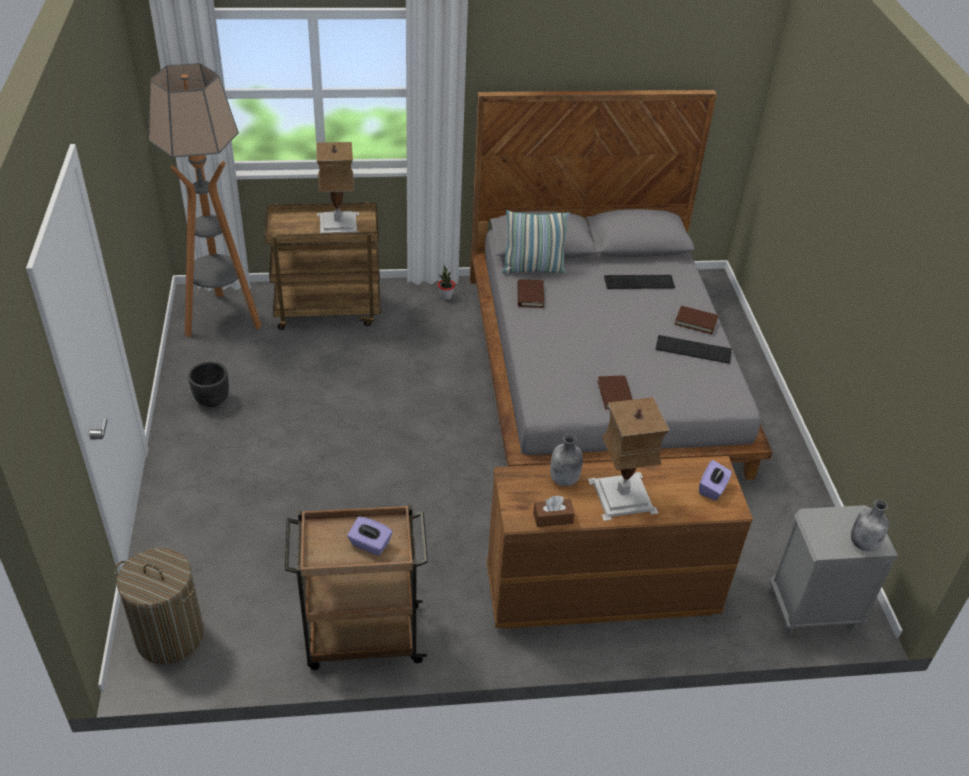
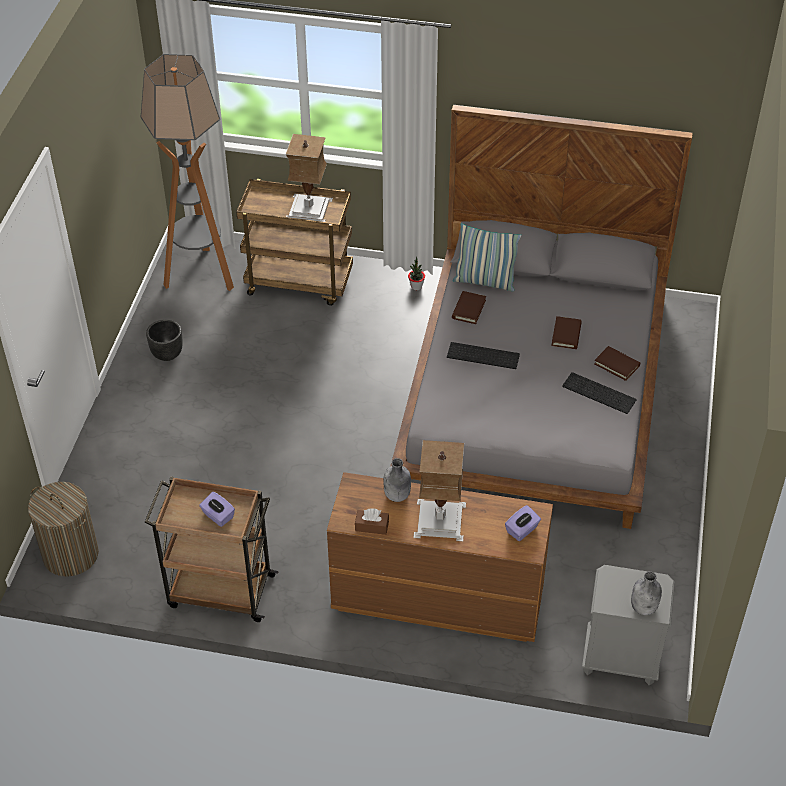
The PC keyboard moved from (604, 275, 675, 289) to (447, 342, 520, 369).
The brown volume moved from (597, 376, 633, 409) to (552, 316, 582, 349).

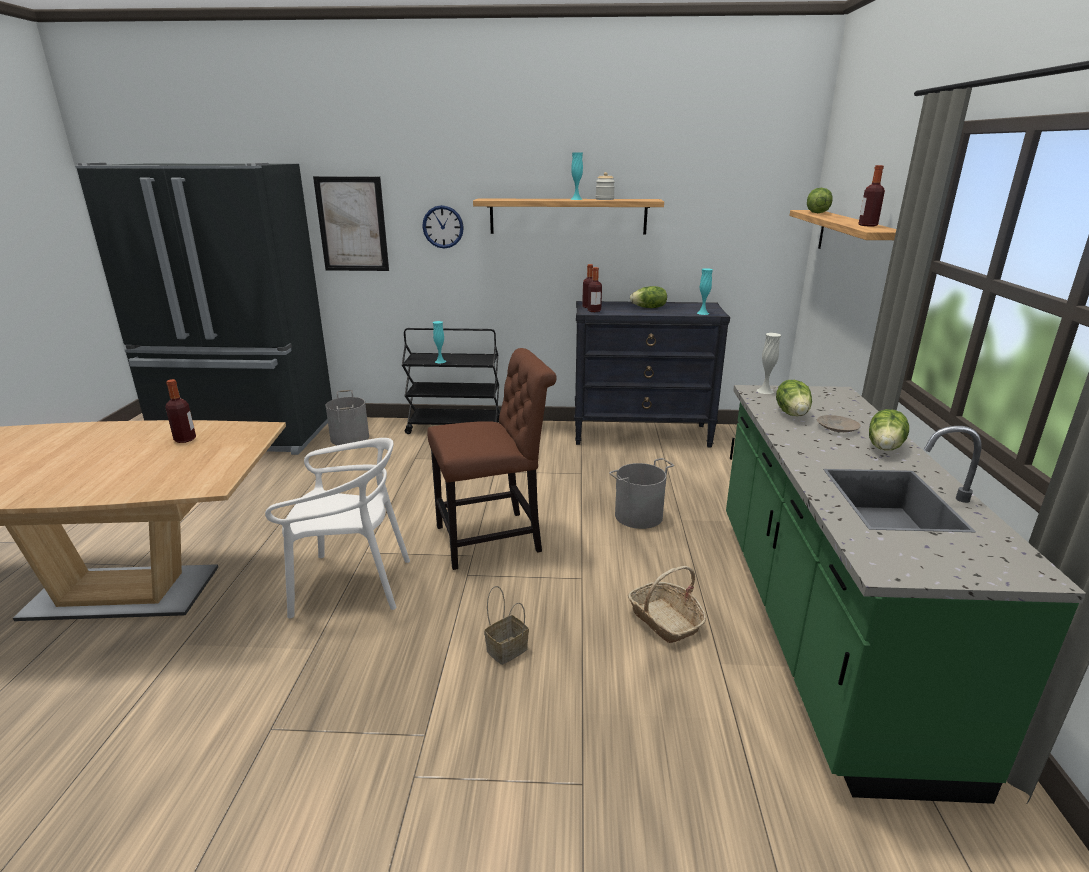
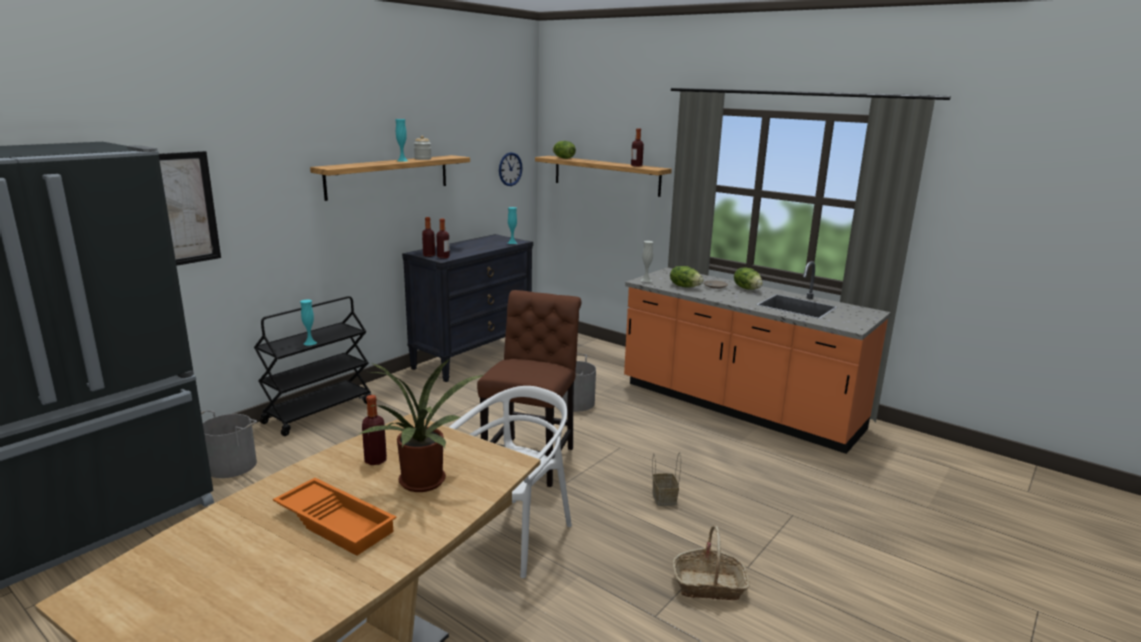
The clock on the wall moved from (422, 205, 464, 249) to (499, 152, 522, 186).
The lettuce at (630, 286, 667, 308) disappeared.
The green-coloured kitchen counter at (726, 385, 1086, 804) became the orange kitchen counter at (624, 261, 891, 454).
The household basket moved from (628, 566, 706, 643) to (673, 526, 750, 600).
The houseplant at (360, 359, 484, 492) appeared.
The orange serving tray at (273, 478, 396, 556) appeared.

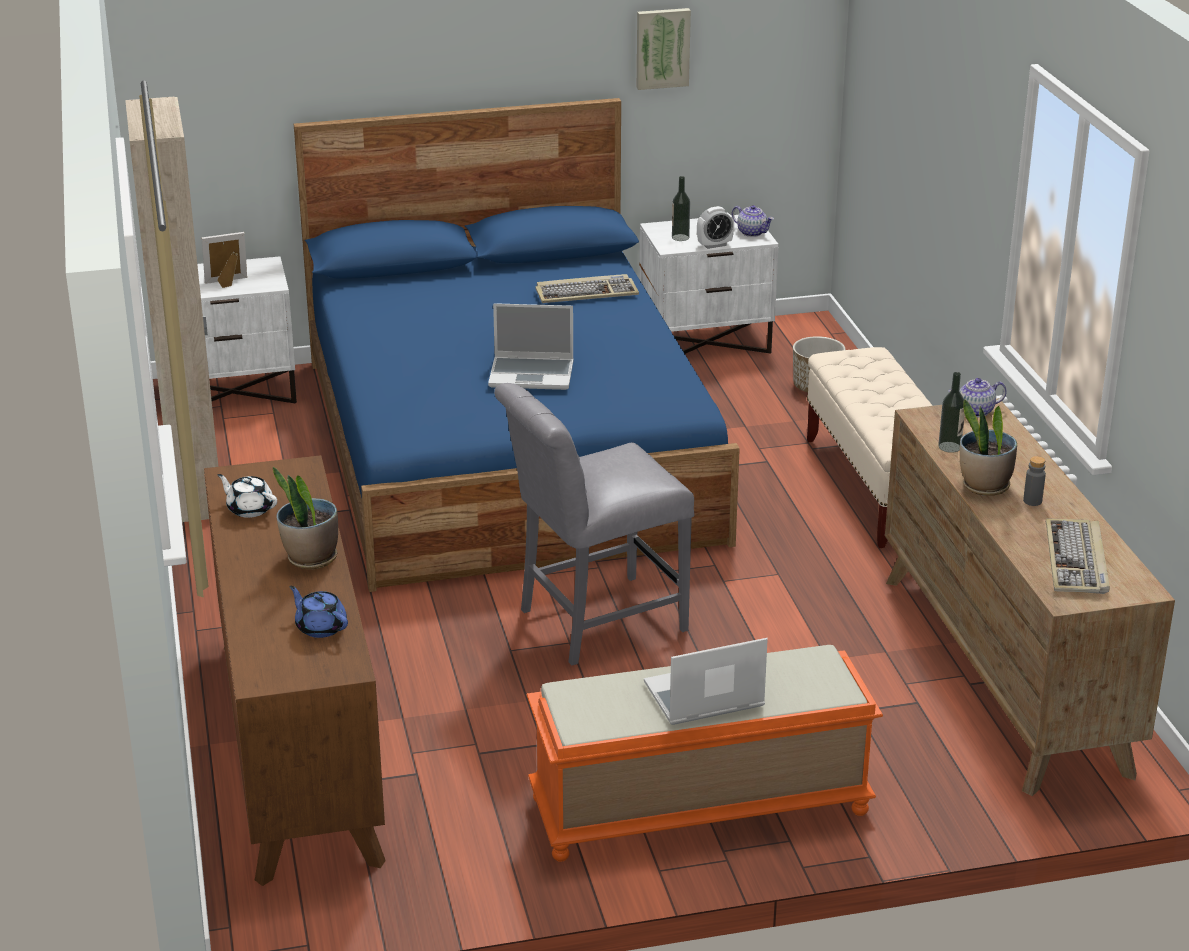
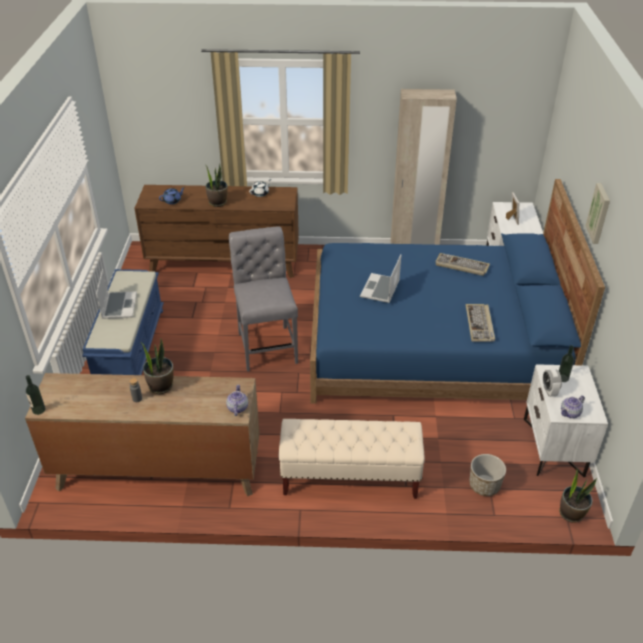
The picture moved from (637, 8, 691, 90) to (585, 183, 610, 244).
The bottle moved from (938, 372, 965, 453) to (25, 375, 45, 415).
The PC keyboard moved from (1046, 519, 1110, 594) to (435, 253, 490, 276).
The orange long seat at (526, 645, 883, 862) became the bluish long seat at (82, 269, 164, 375).
The houseplant at (559, 468, 597, 523) appeared.

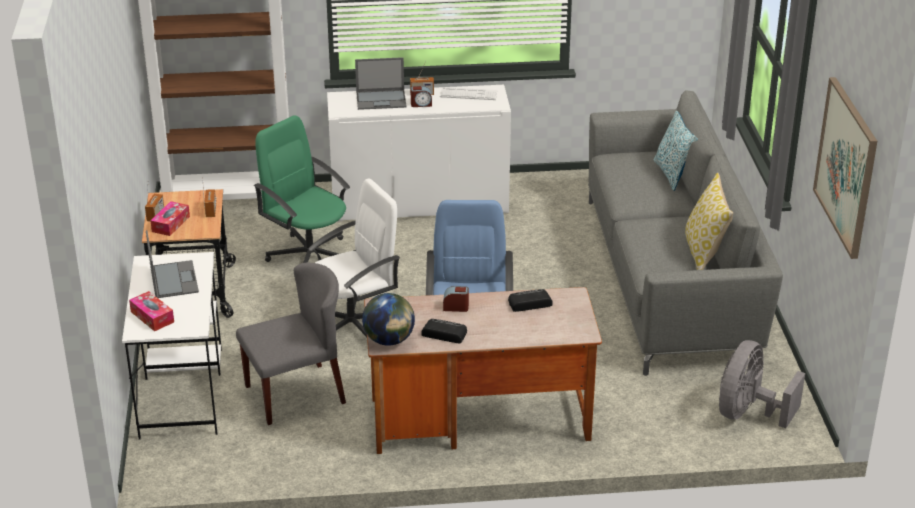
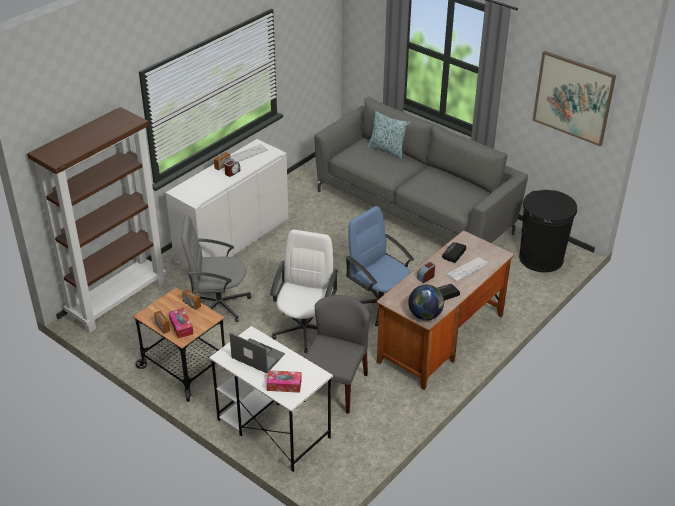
The portable computer at (355, 57, 407, 110) disappeared.
The green-coloured desk chair at (254, 115, 350, 263) became the grey desk chair at (181, 215, 251, 322).
The cushion at (685, 173, 733, 270) disappeared.
The grey cooling fan at (719, 340, 805, 428) was replaced by the black-coloured rubbish bin at (519, 190, 577, 272).
The PC keyboard at (446, 257, 489, 281) appeared.

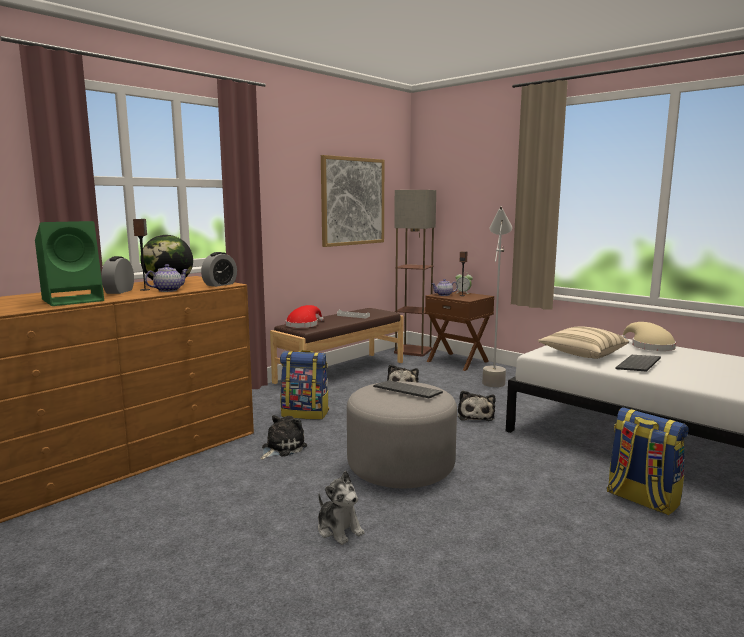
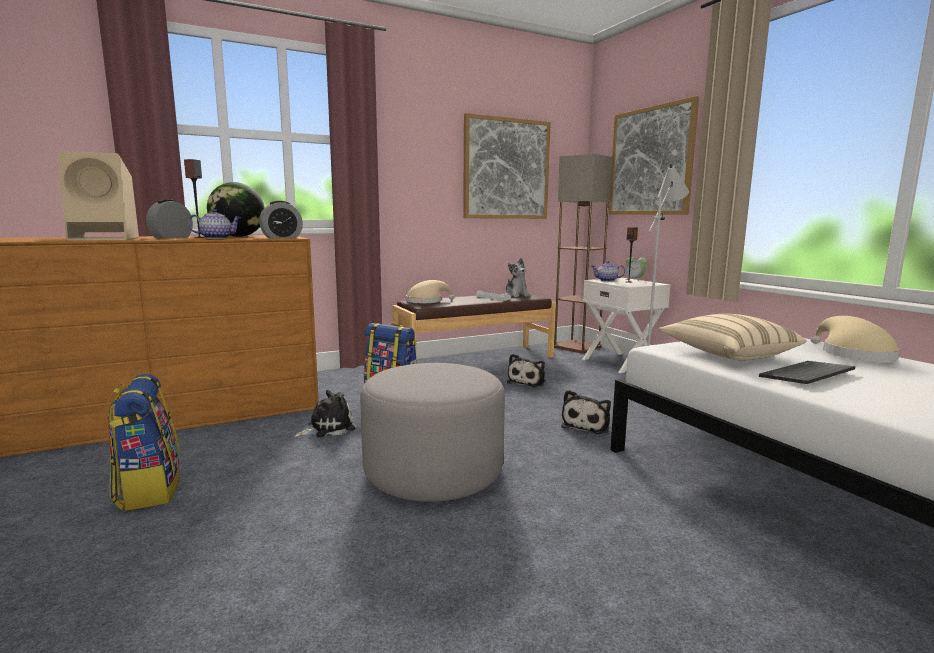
The green-coloured speaker at (35, 221, 104, 306) became the sand-coloured speaker at (58, 151, 139, 241).
The brown bedside table at (425, 291, 494, 371) became the white-coloured bedside table at (583, 278, 671, 373).
The reddish clothing hat at (286, 305, 324, 328) became the sand-coloured clothing hat at (406, 280, 454, 303).
The PC keyboard at (373, 380, 443, 398) disappeared.
The knapsack moved from (607, 407, 689, 516) to (108, 374, 181, 511).
The plush toy moved from (318, 471, 365, 545) to (505, 258, 530, 297).
The picture at (609, 96, 699, 215) appeared.

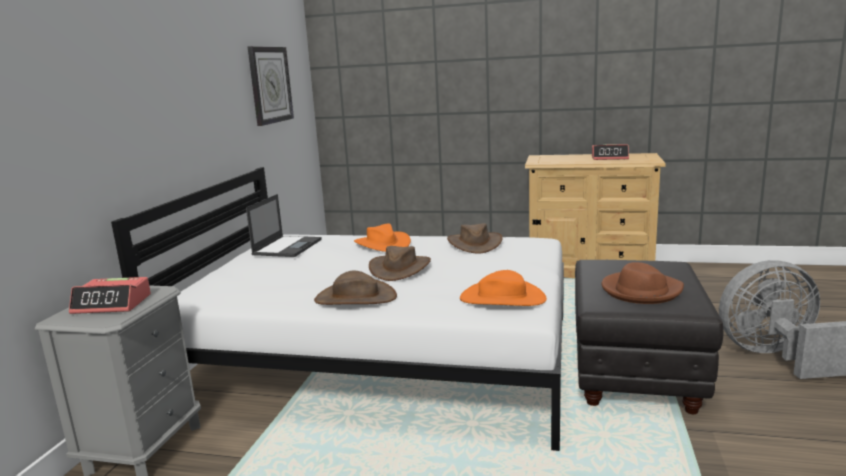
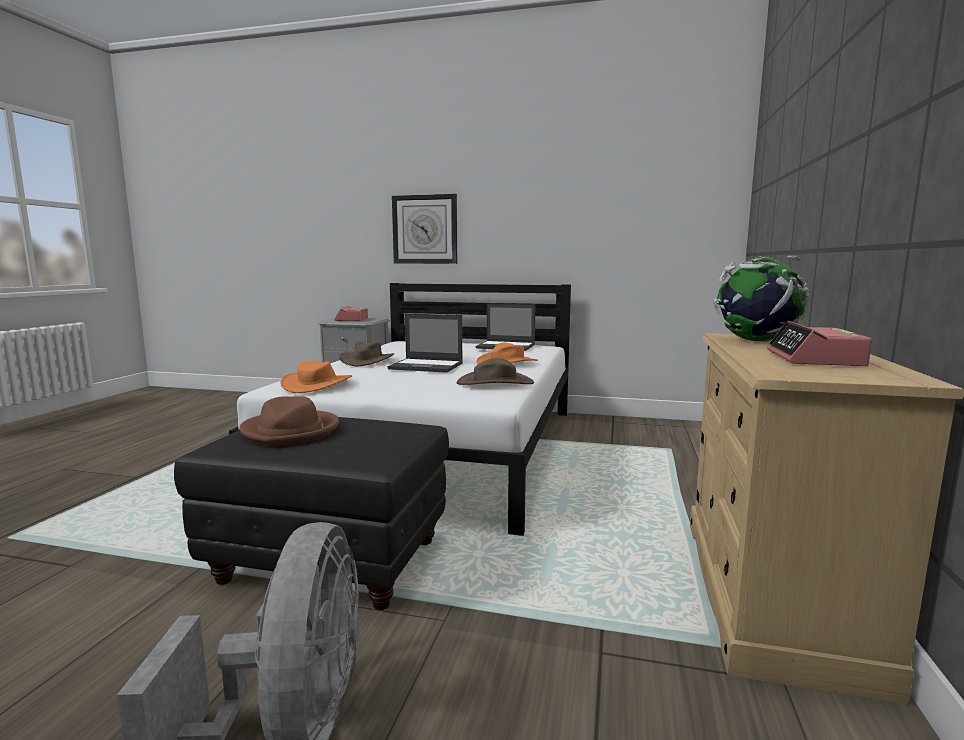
The clock on the wall moved from (248, 46, 294, 126) to (392, 194, 457, 264).
The brown clothing hat at (369, 246, 431, 281) was replaced by the portable computer at (387, 314, 463, 373).
The desk globe at (713, 256, 809, 342) appeared.

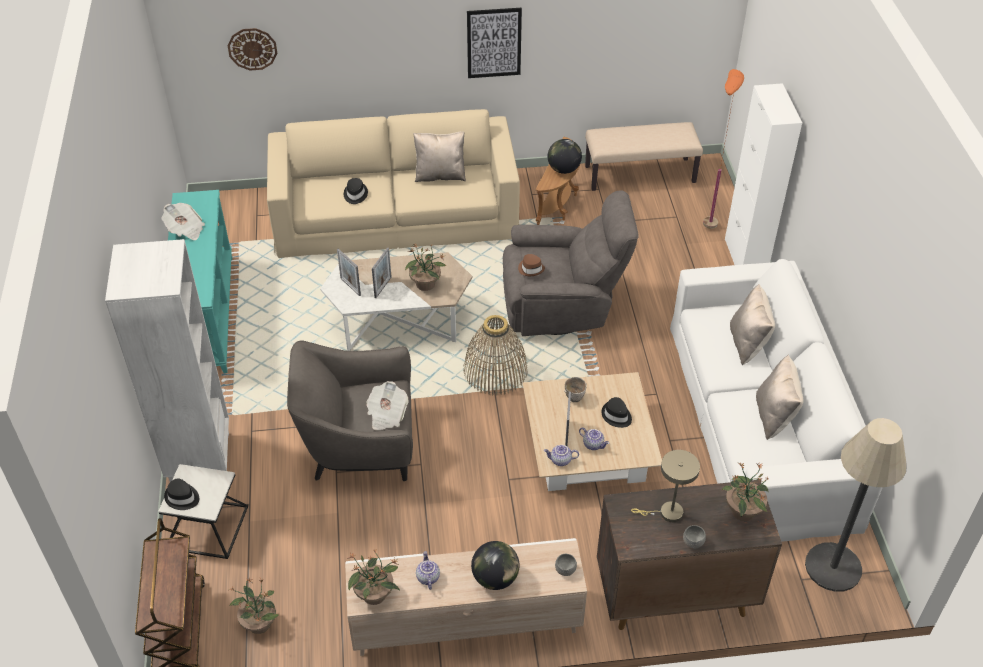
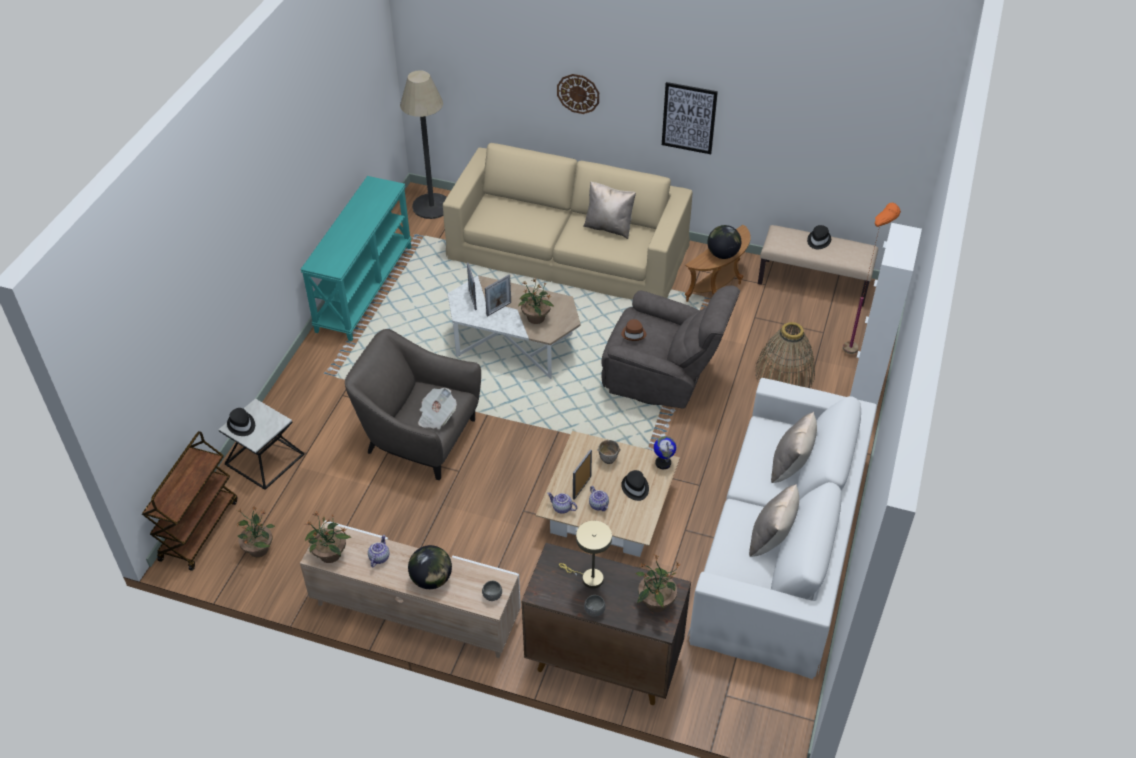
The clock on the wall moved from (228, 28, 277, 70) to (557, 74, 599, 114).
The black-coloured clothing hat moved from (344, 178, 368, 204) to (807, 225, 831, 249).
The daily paper at (161, 203, 205, 240) disappeared.
The white-coloured shelving unit at (105, 239, 229, 482) disappeared.
The household basket moved from (463, 315, 528, 395) to (755, 322, 815, 388).
The standard lamp moved from (805, 418, 907, 592) to (400, 70, 447, 219).
The desk globe at (654, 436, 676, 469) appeared.

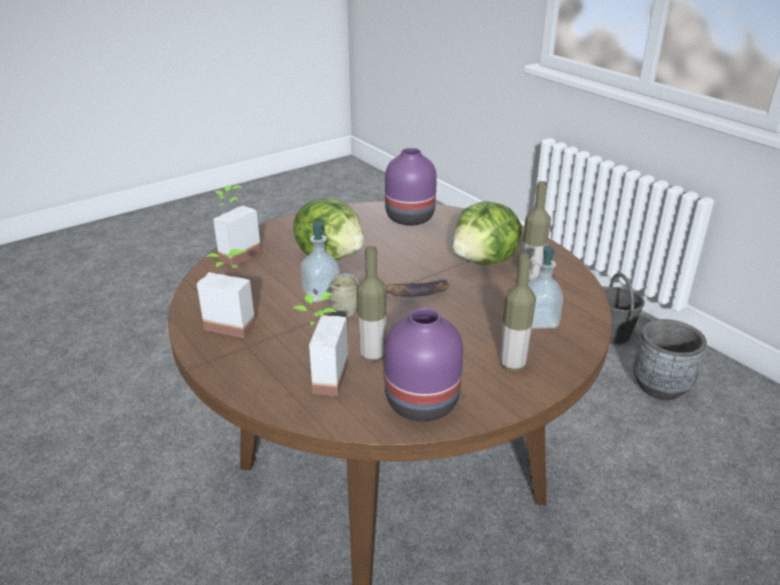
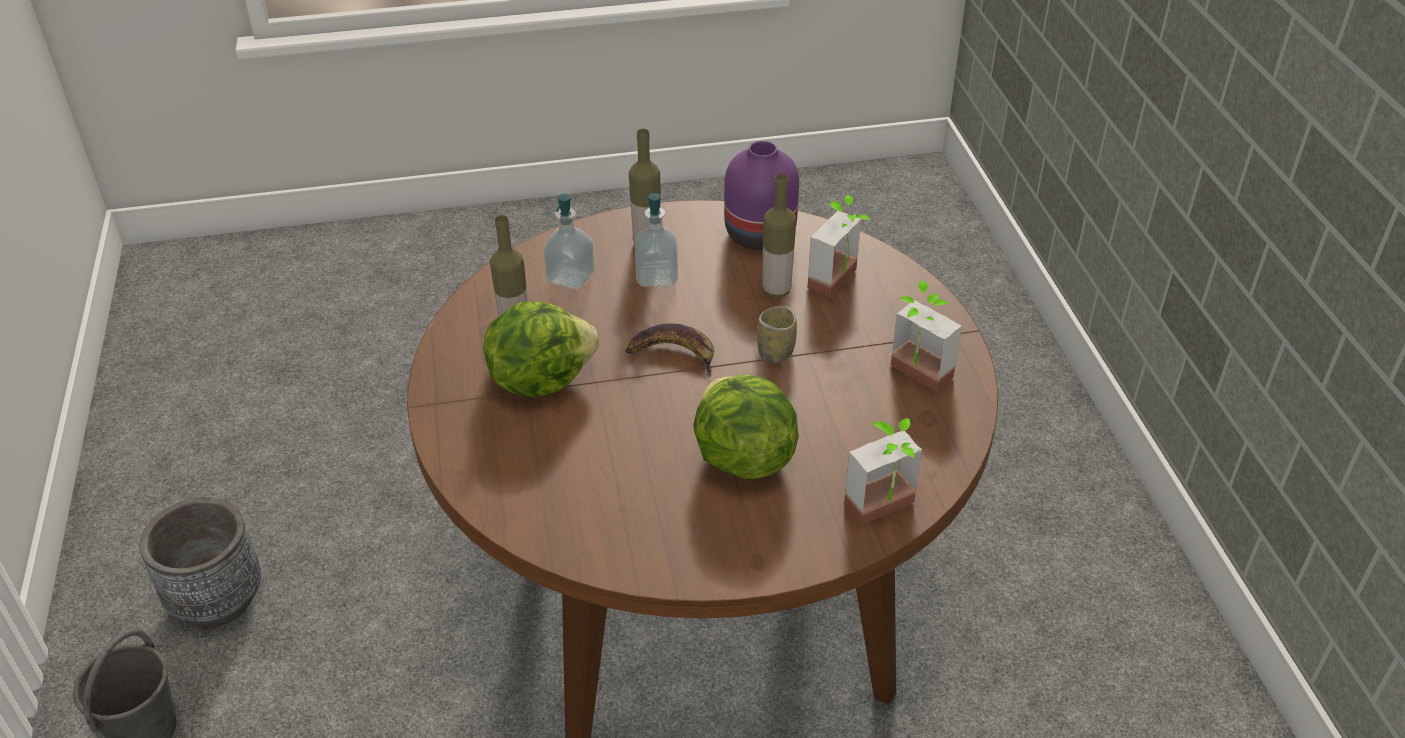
The purplish flower vase at (385, 148, 437, 225) disappeared.
The soap bottle moved from (301, 222, 340, 302) to (635, 191, 678, 287).

